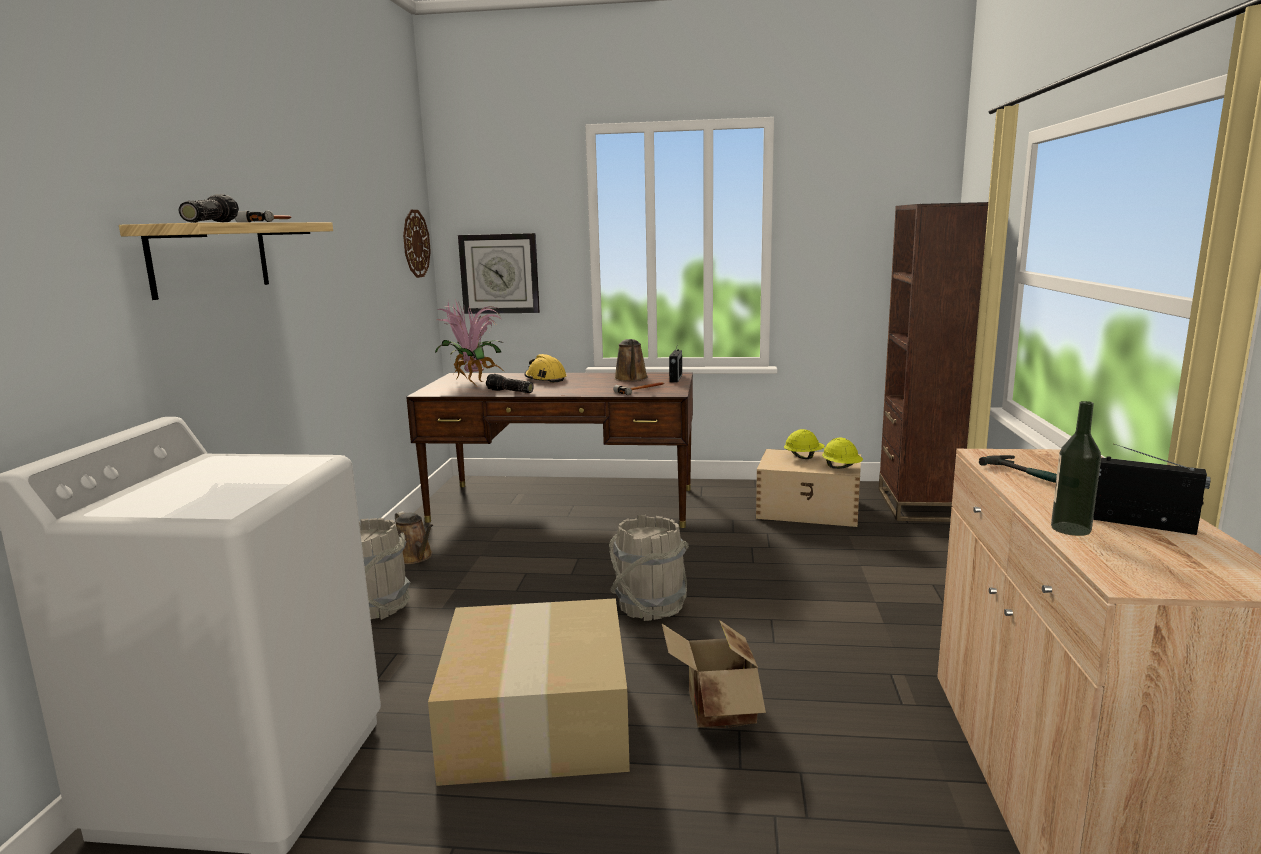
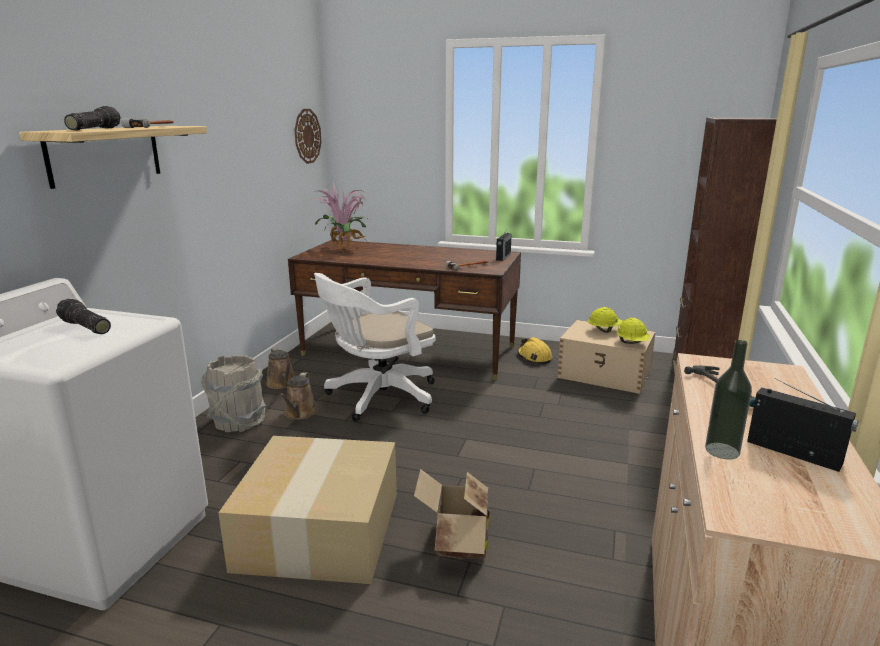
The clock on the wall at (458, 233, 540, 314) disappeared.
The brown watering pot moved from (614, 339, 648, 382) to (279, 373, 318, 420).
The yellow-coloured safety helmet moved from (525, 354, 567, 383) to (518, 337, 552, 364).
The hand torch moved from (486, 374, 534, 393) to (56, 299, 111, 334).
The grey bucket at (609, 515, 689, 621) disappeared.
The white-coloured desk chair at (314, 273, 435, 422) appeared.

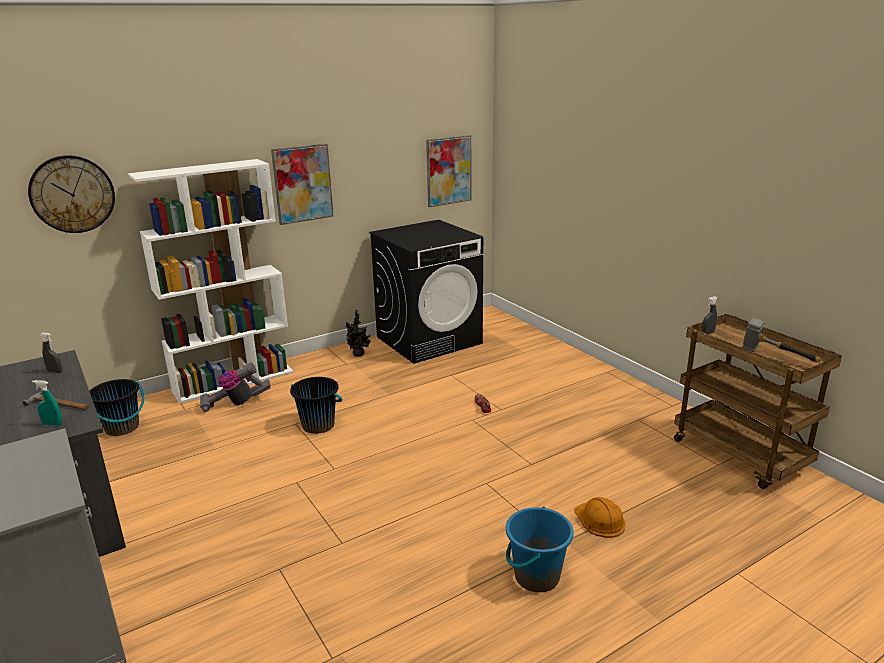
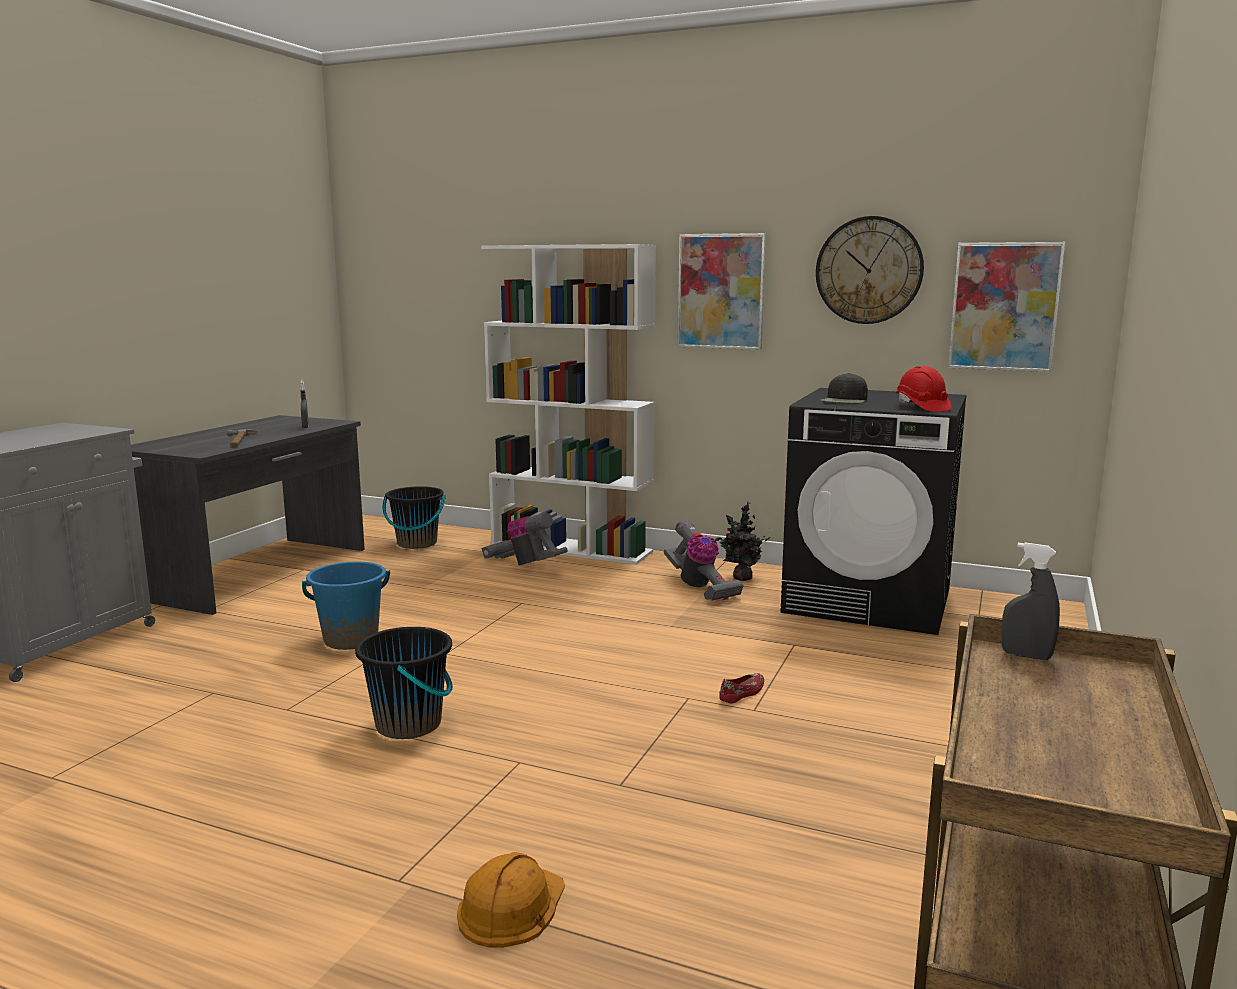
The clock on the wall moved from (28, 155, 115, 233) to (816, 216, 924, 324).
The hand hammer at (742, 318, 821, 363) disappeared.
The black-coloured bucket moved from (290, 377, 342, 434) to (355, 627, 453, 739).
The turquoise-coloured sprayer at (32, 380, 62, 426) disappeared.
The bluish bucket moved from (506, 507, 574, 592) to (302, 562, 390, 650).
The reddish safety helmet at (895, 366, 952, 412) appeared.
The black-coloured peaked cap at (820, 373, 868, 403) appeared.
The vacuum at (664, 519, 744, 600) appeared.

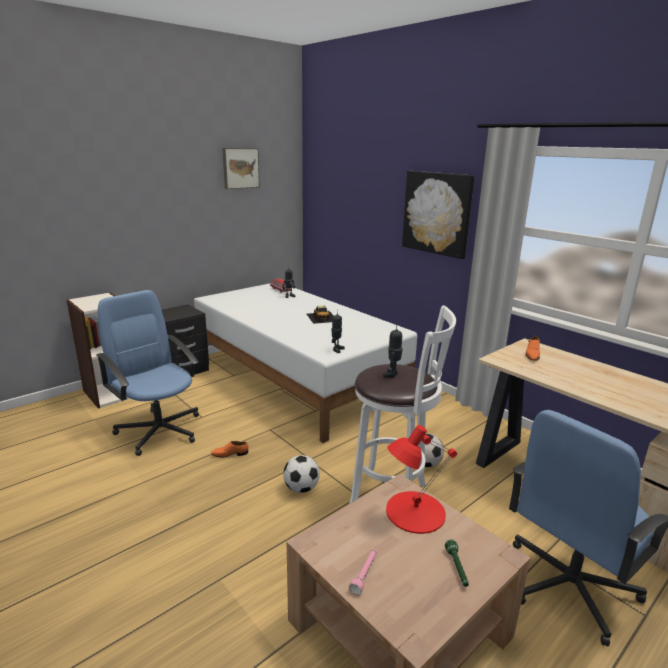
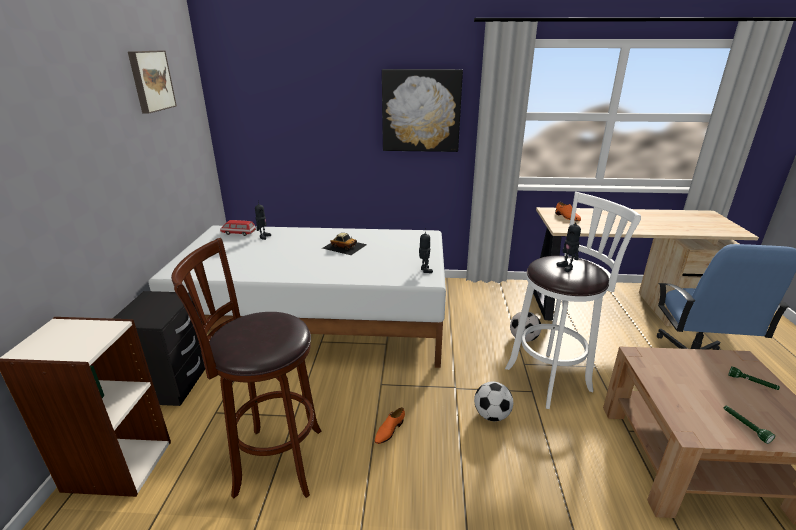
The bluish desk chair at (96, 290, 199, 456) was replaced by the brown sitting stool at (171, 238, 321, 499).
The reddish table lamp at (386, 425, 457, 534) disappeared.
The pinkish hand torch at (349, 549, 377, 595) became the green-coloured hand torch at (724, 406, 775, 444).

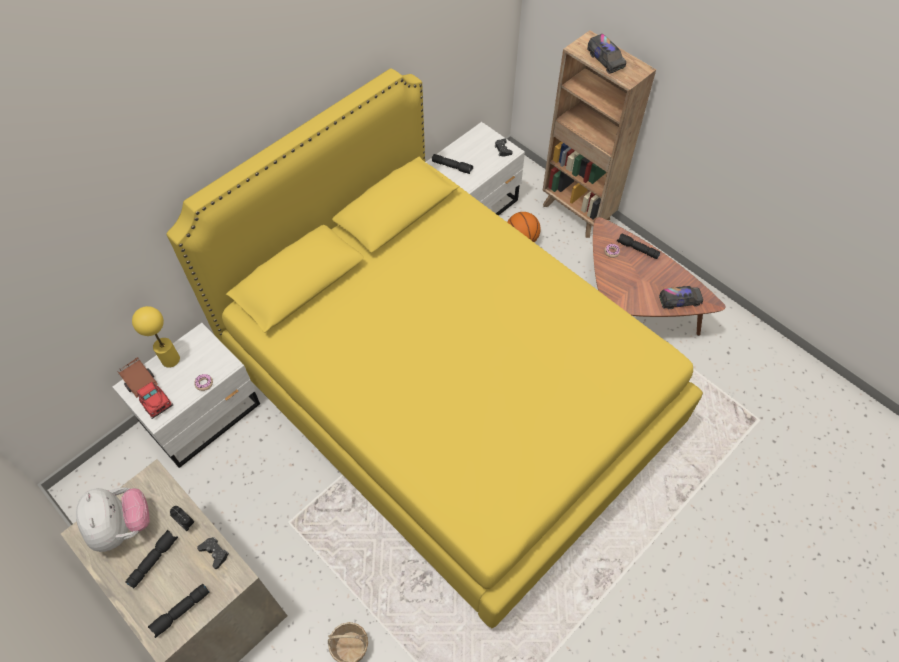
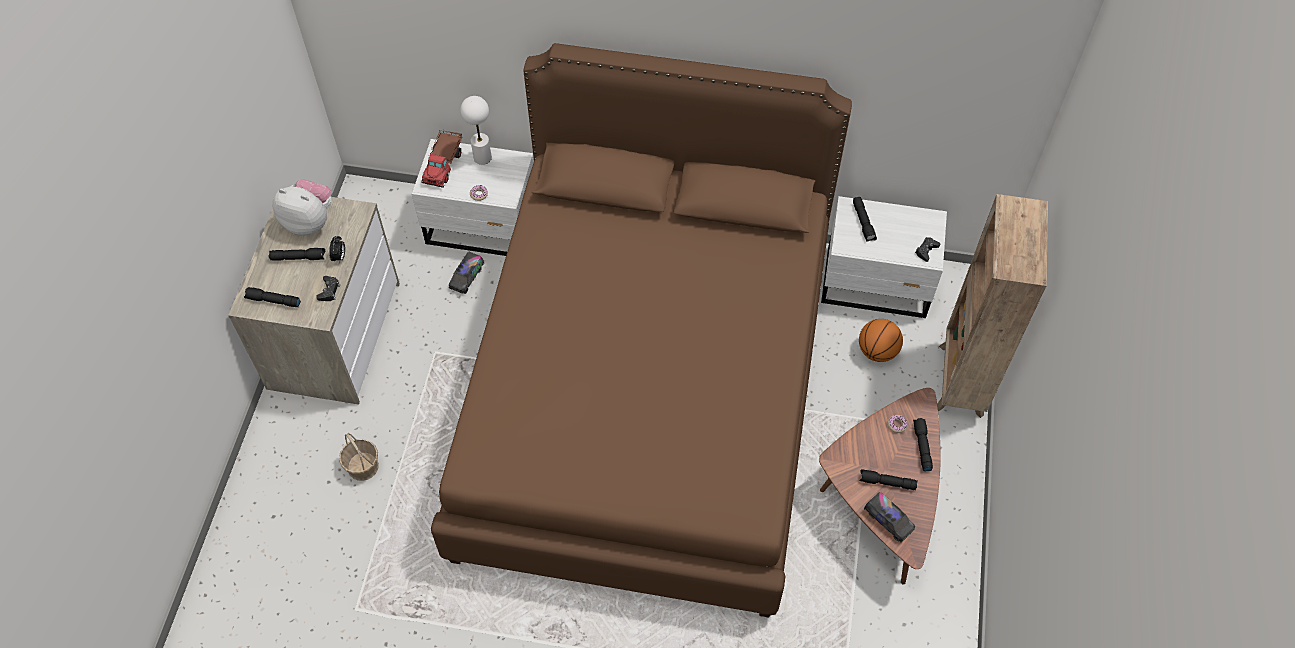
The model truck moved from (587, 34, 626, 74) to (449, 252, 484, 294).
The yellow-coloured bed at (166, 68, 703, 628) became the brown bed at (431, 43, 852, 618).
The yellow-coloured table lamp at (132, 306, 180, 368) became the white-coloured table lamp at (460, 96, 492, 165).
The plush toy at (76, 487, 149, 552) turned 105 degrees counterclockwise.
The black-coloured hand torch at (859, 469, 918, 490) appeared.

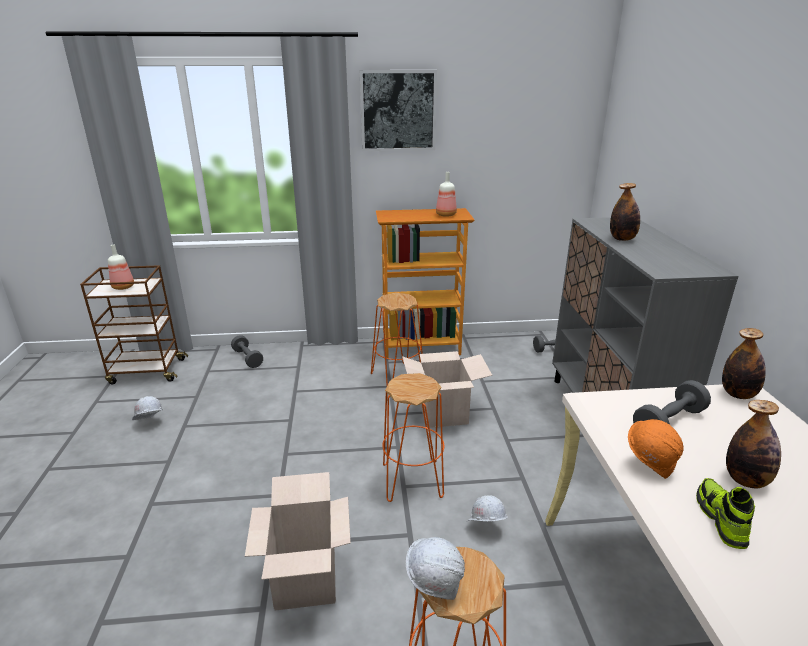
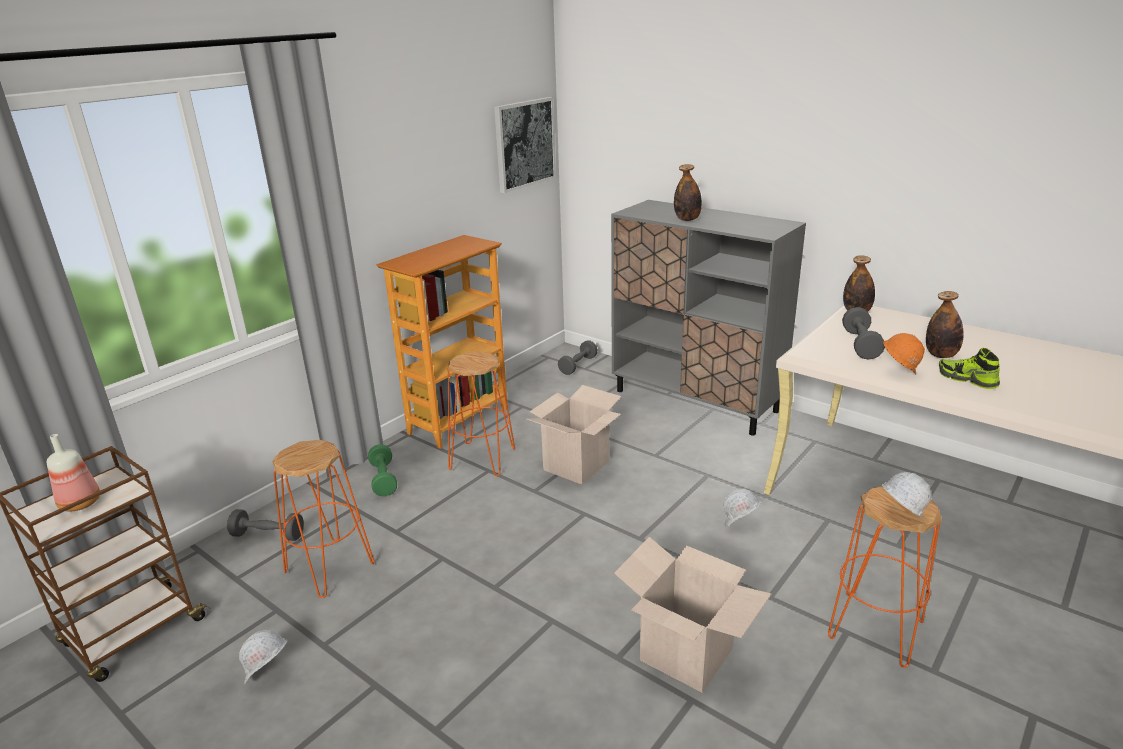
The picture moved from (360, 70, 437, 151) to (494, 97, 556, 193).
The bottle at (436, 172, 457, 217) disappeared.
The orange sitting stool moved from (382, 373, 445, 502) to (272, 440, 374, 598).
The green-coloured dumbbell at (368, 444, 397, 496) appeared.

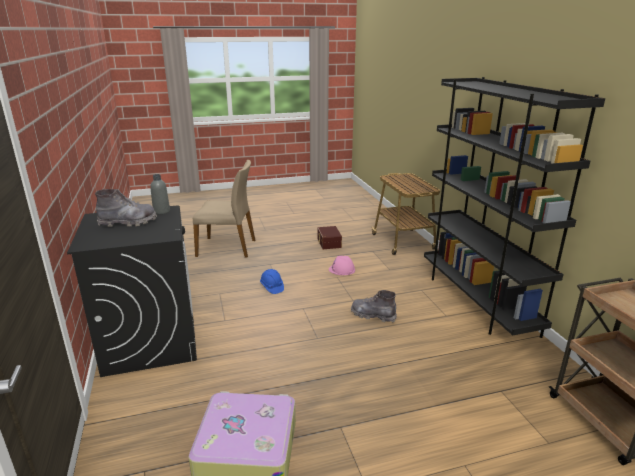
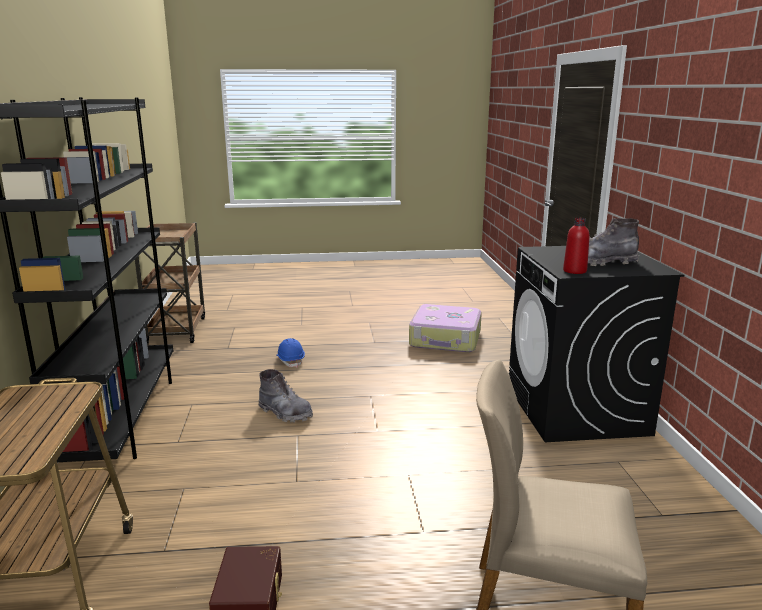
The grey bottle at (150, 174, 170, 214) became the reddish bottle at (563, 218, 590, 274).
The pinkish safety helmet at (329, 256, 355, 275) disappeared.
The bluish safety helmet moved from (260, 269, 284, 294) to (277, 338, 305, 368).

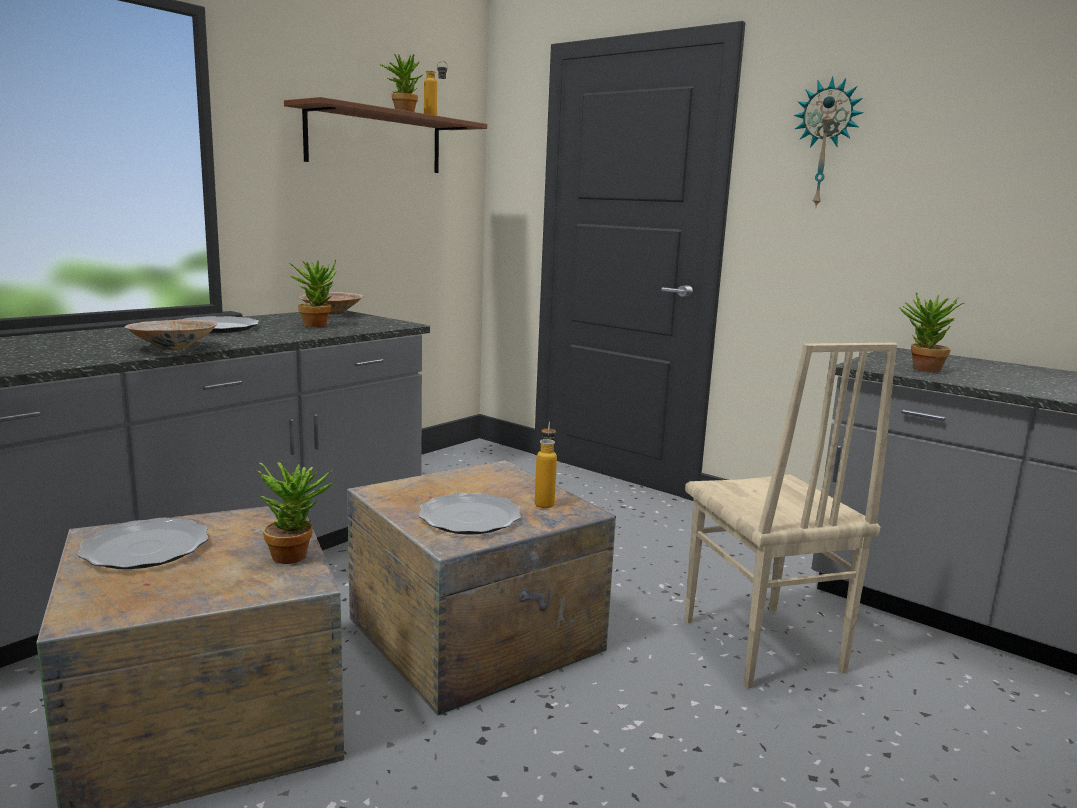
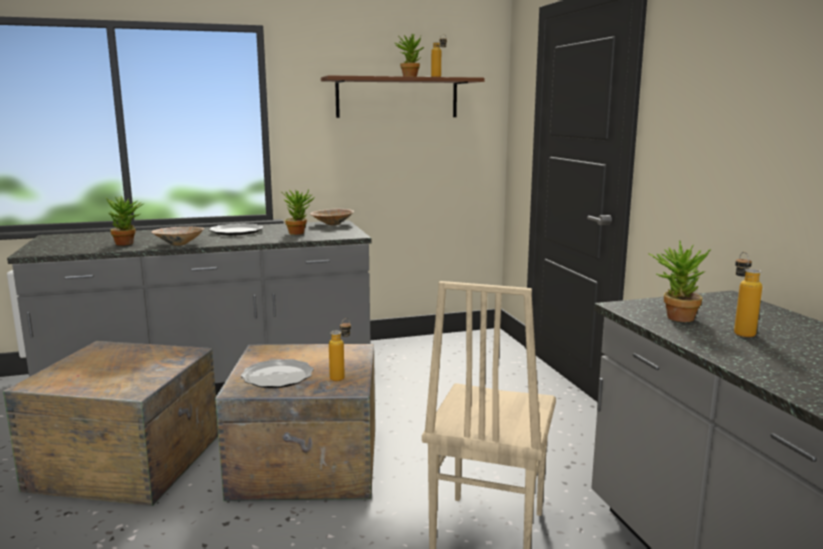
The clock on the wall at (794, 76, 863, 209) disappeared.
The houseplant moved from (258, 462, 334, 564) to (106, 196, 145, 246).
The dinner plate at (77, 518, 209, 569) disappeared.
The bottle at (734, 252, 762, 337) appeared.

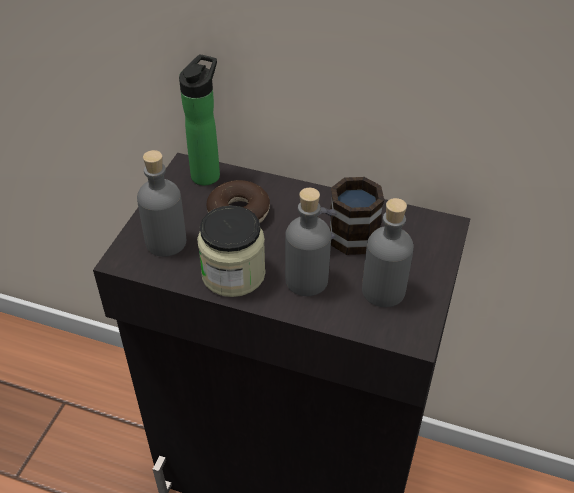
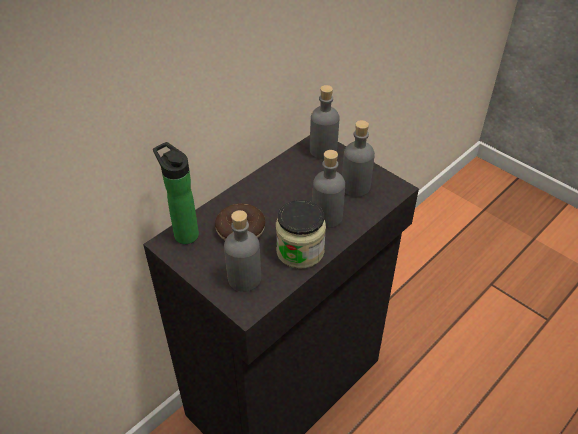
The coffee mug at (318, 177, 384, 255) disappeared.
The grey bottle at (310, 85, 340, 159) appeared.

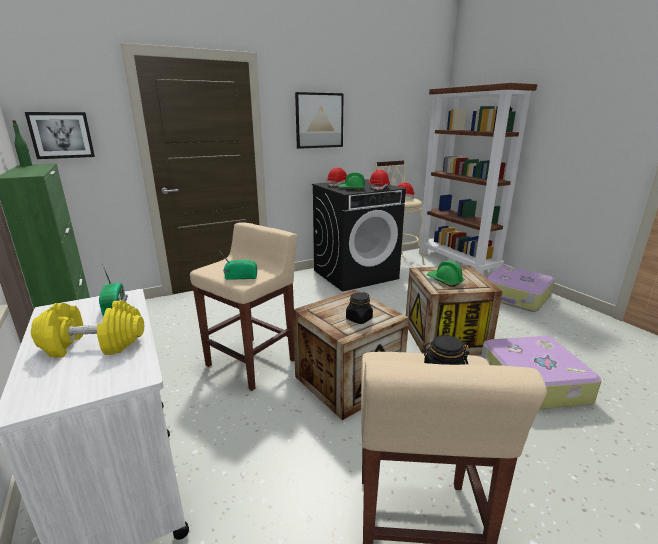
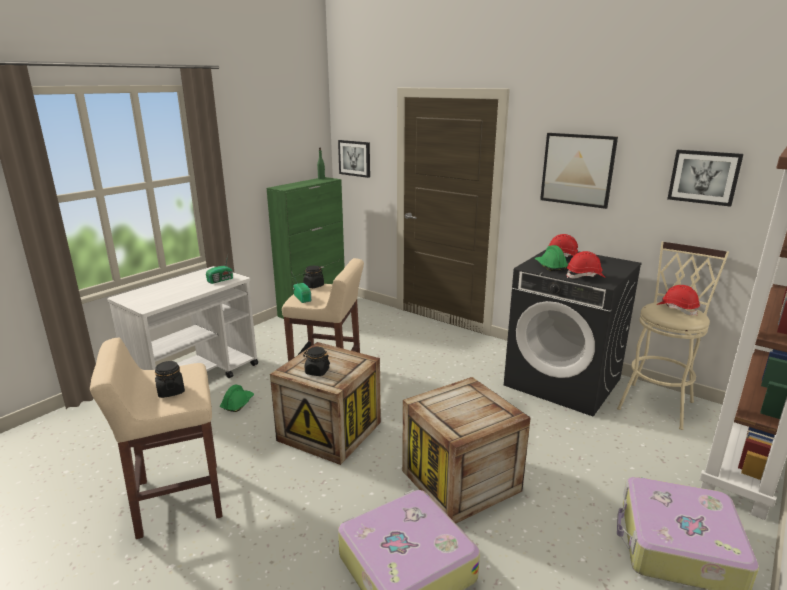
The green-coloured safety helmet moved from (427, 261, 464, 287) to (220, 385, 254, 412).
The yellow-coloured dumbbell at (31, 300, 144, 358) disappeared.
The picture at (667, 150, 744, 207) appeared.
The black-coloured preserve jar at (303, 266, 324, 288) appeared.

